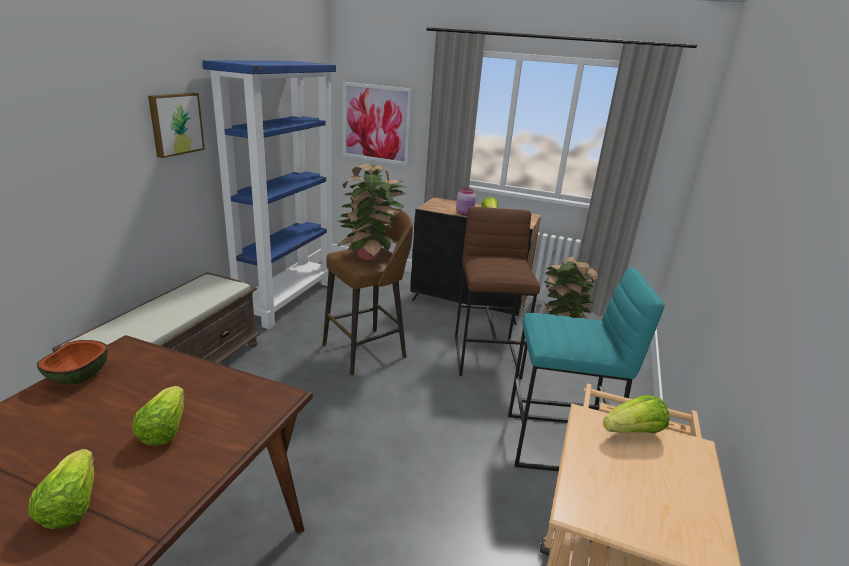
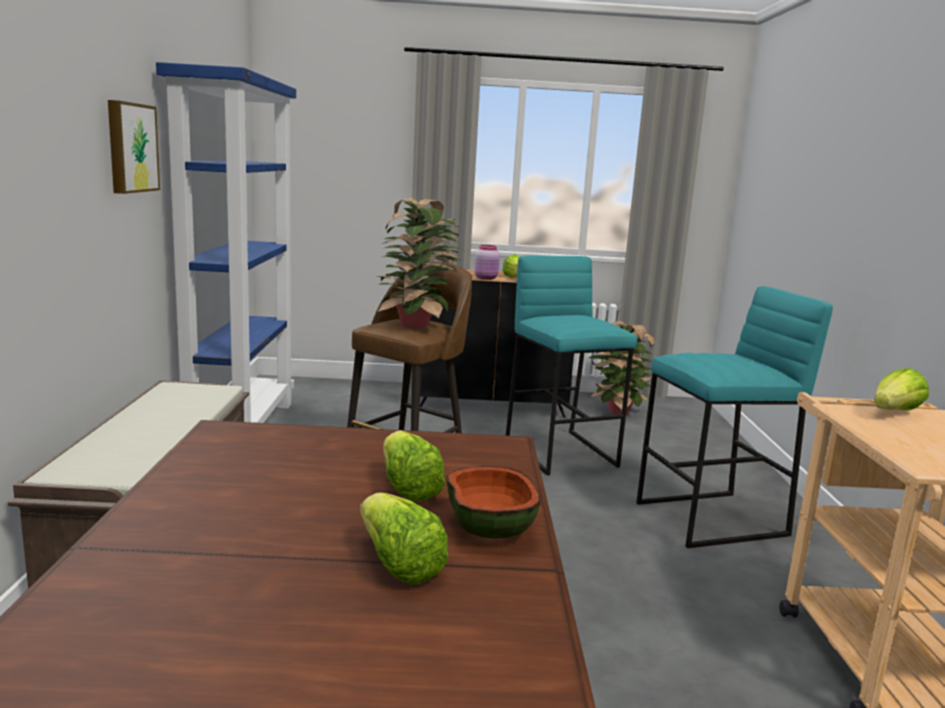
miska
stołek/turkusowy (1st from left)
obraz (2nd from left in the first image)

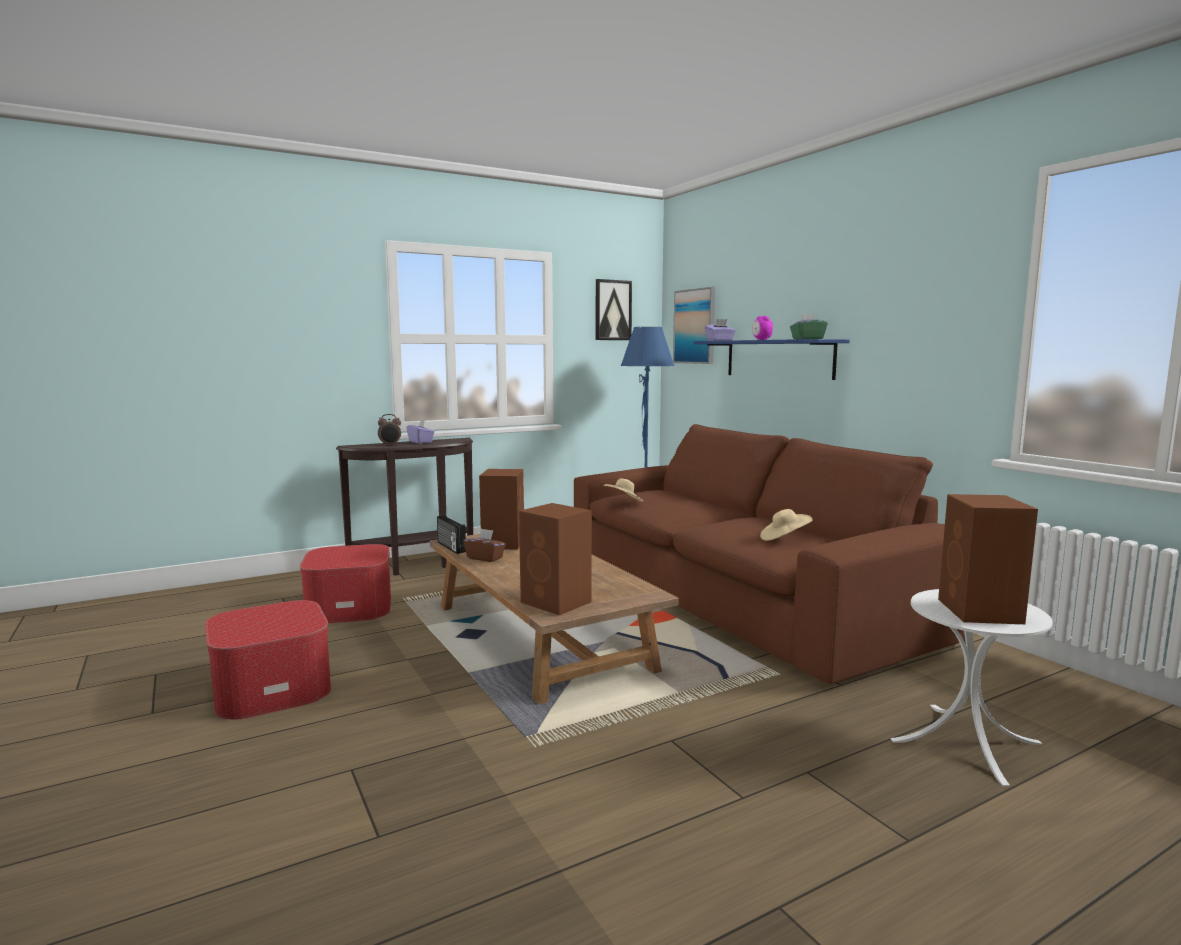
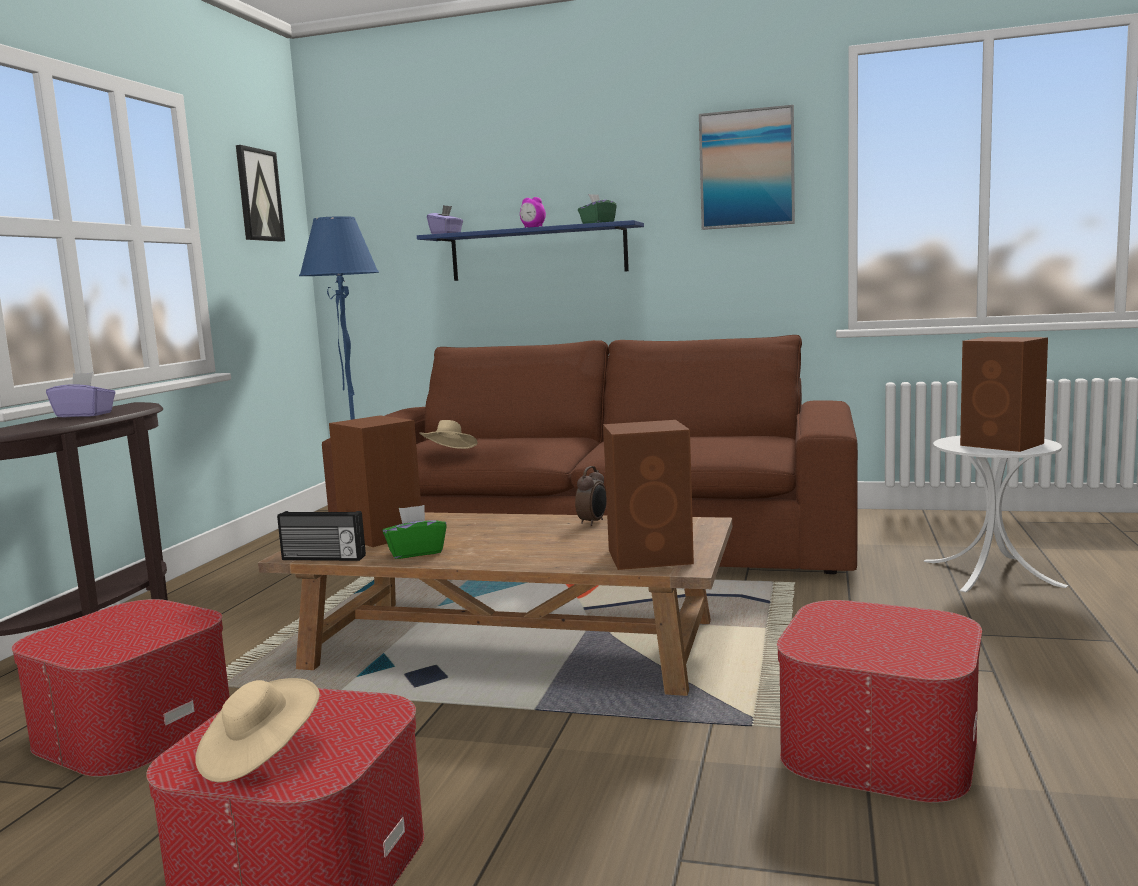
kapelusz/beżowy (1st from left)
pudełko chusteczek/zielony (1st from left)
budzik (2nd from left)
obraz (2nd from left)
pufa (3rd from left)

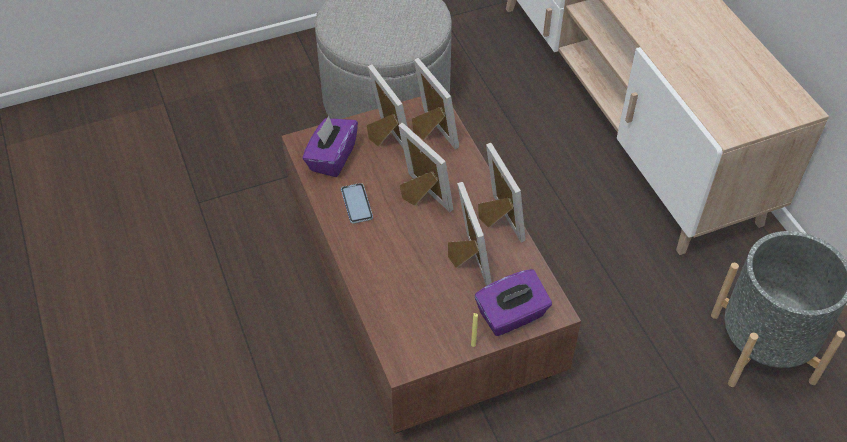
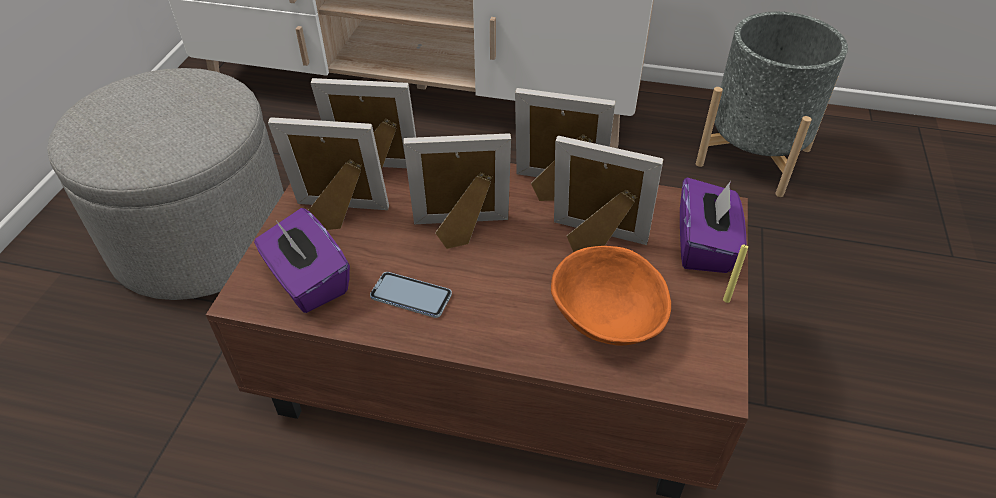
miska/pomarańczowy

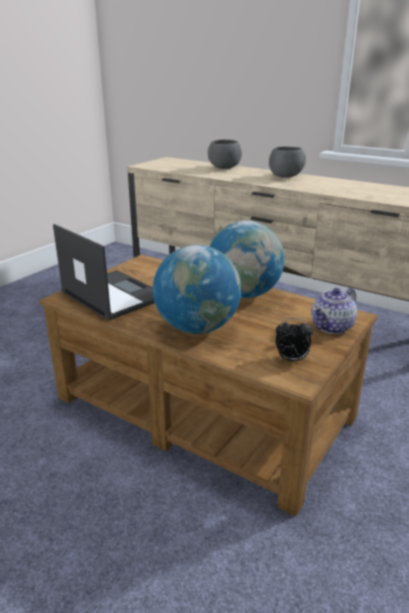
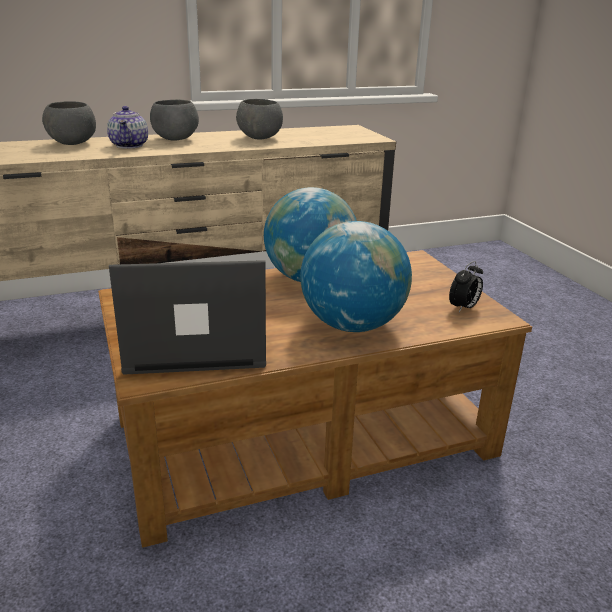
imbryk
miska/szary (3rd from left)

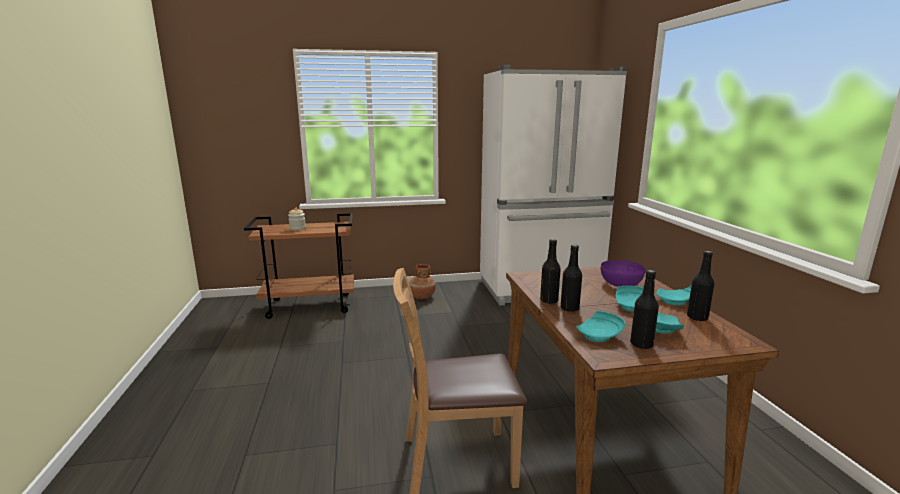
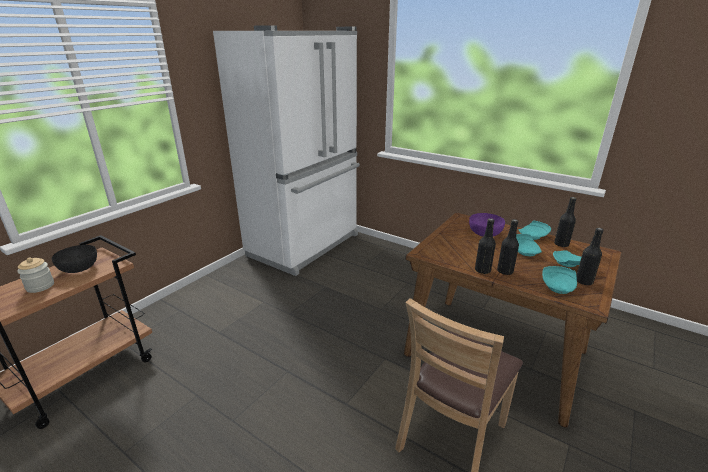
miska/czarny
wazon/brązowy

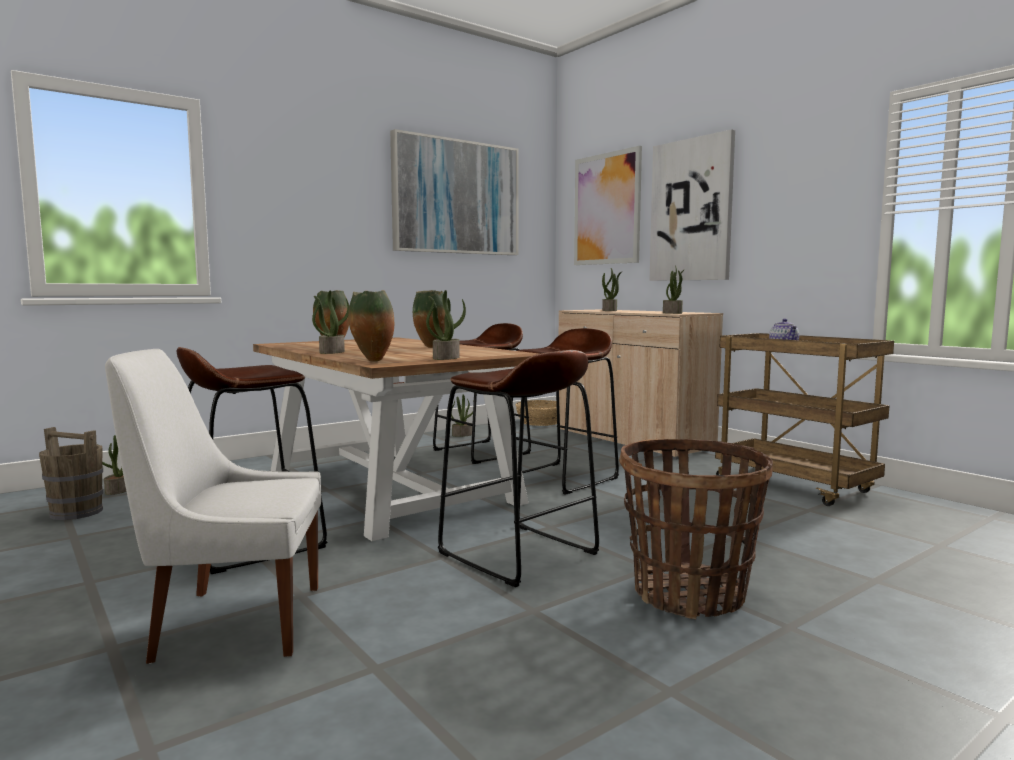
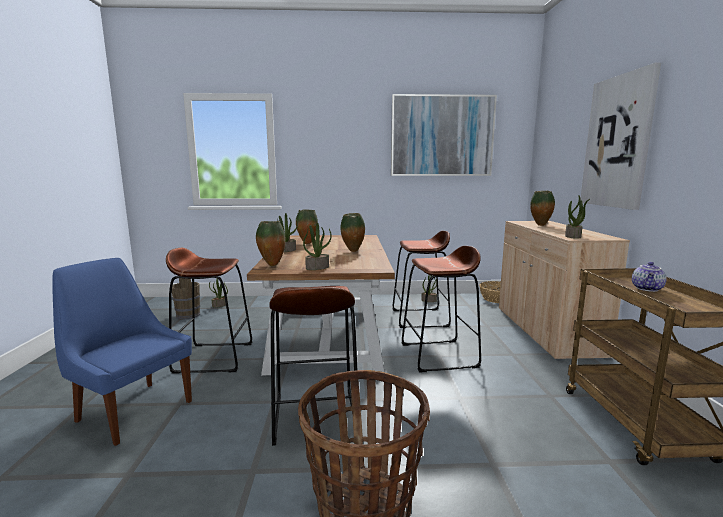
krzesło/niebieski
wazon (4th from left)
obraz (2nd from left in the first image)

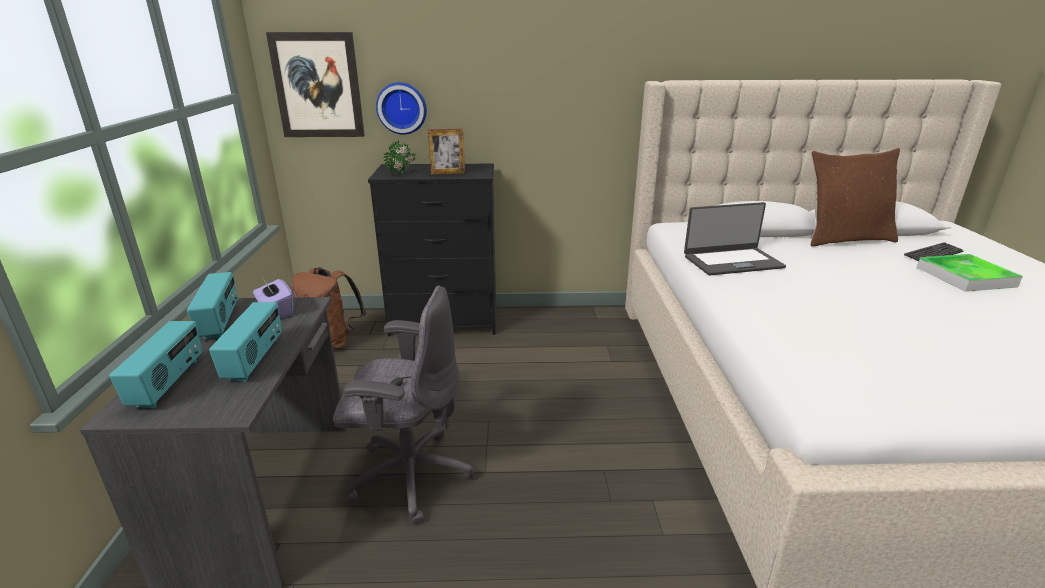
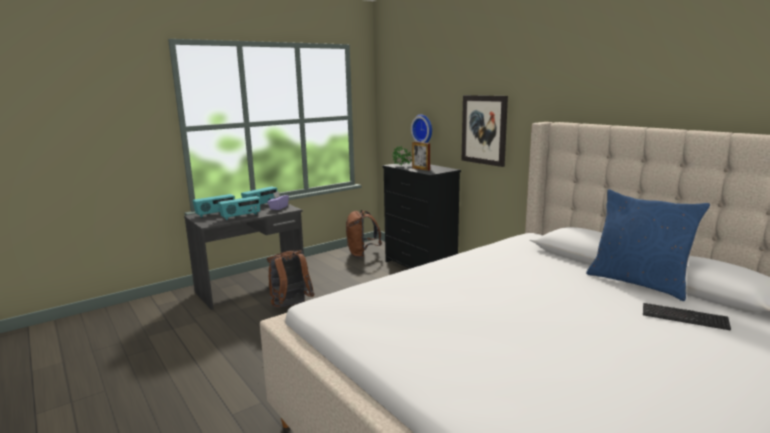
plecak/brązowy (1st from left)
obraz
poduszka/niebieski
laptop
taca

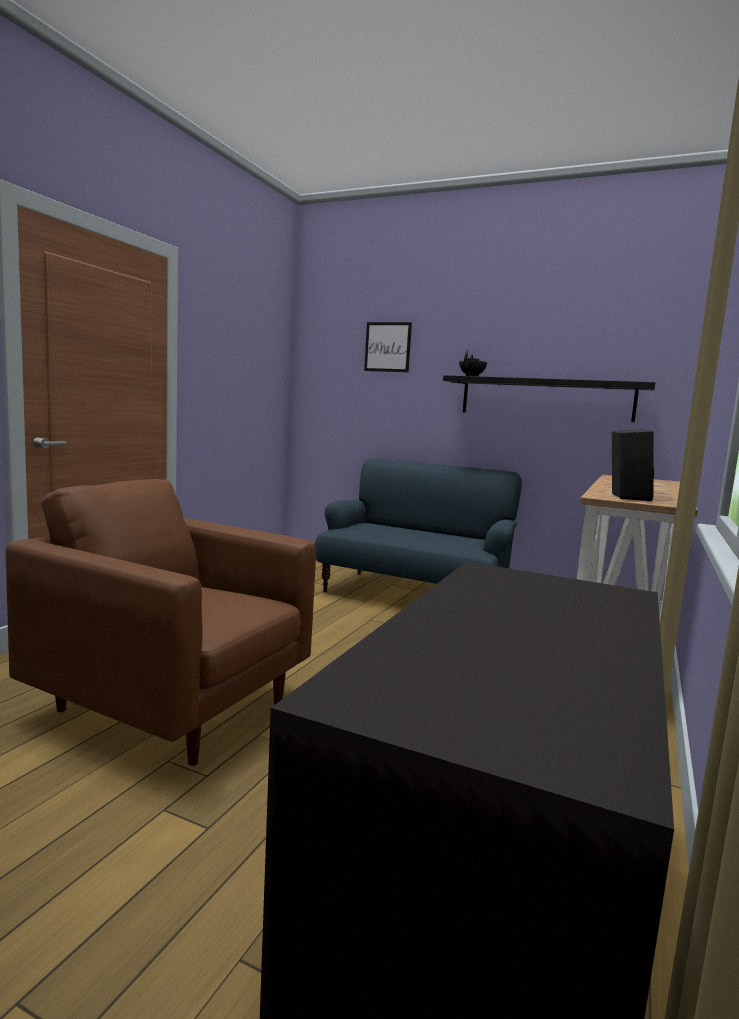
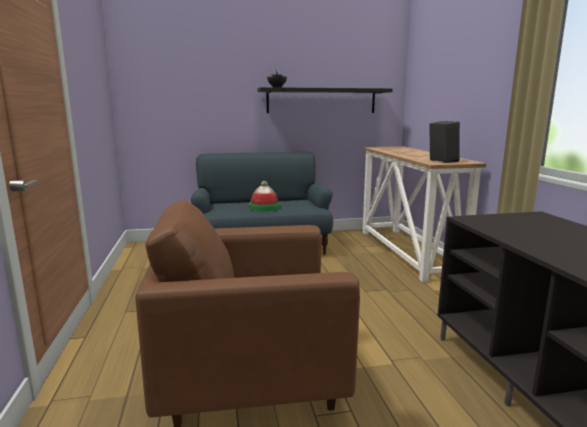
kapelusz
obraz

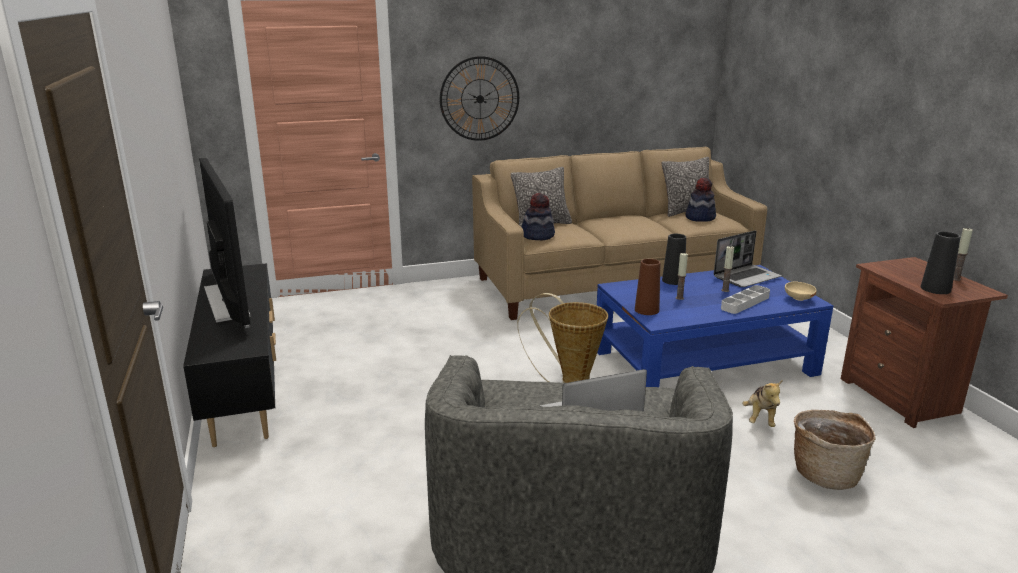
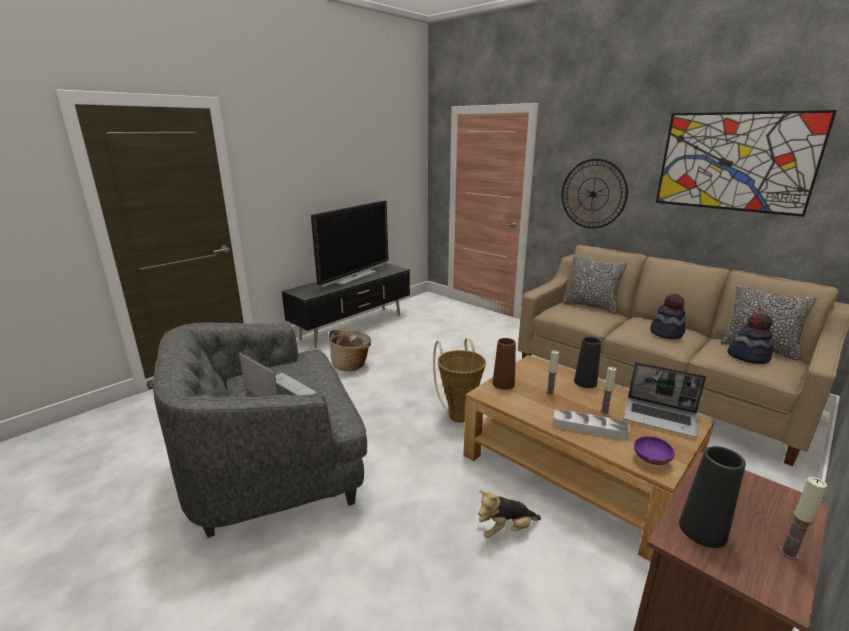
koszyk (1st from left)
ława/brązowy
miska/fioletowy
kapelusz (1st from left)
obraz

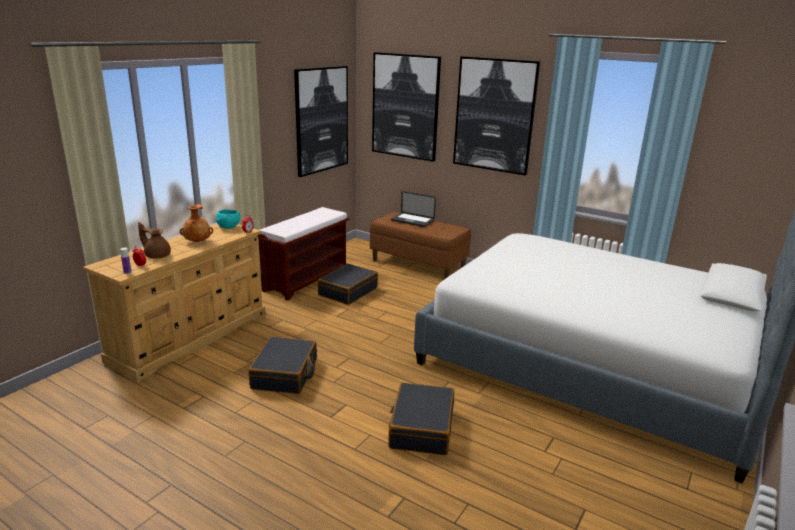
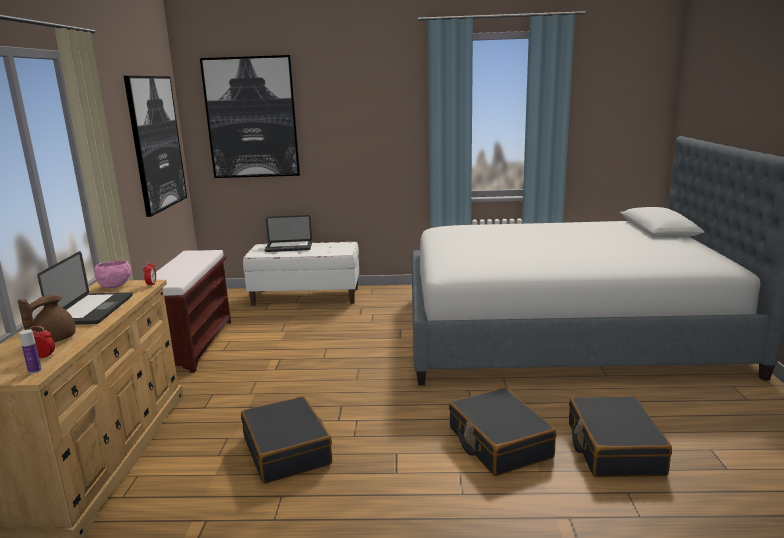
imbryk/brązowy
laptop (1st from left)
miska/różowy
ławka/biały
walizka/czarny (3rd from left)
obraz (3rd from left in the first image)

